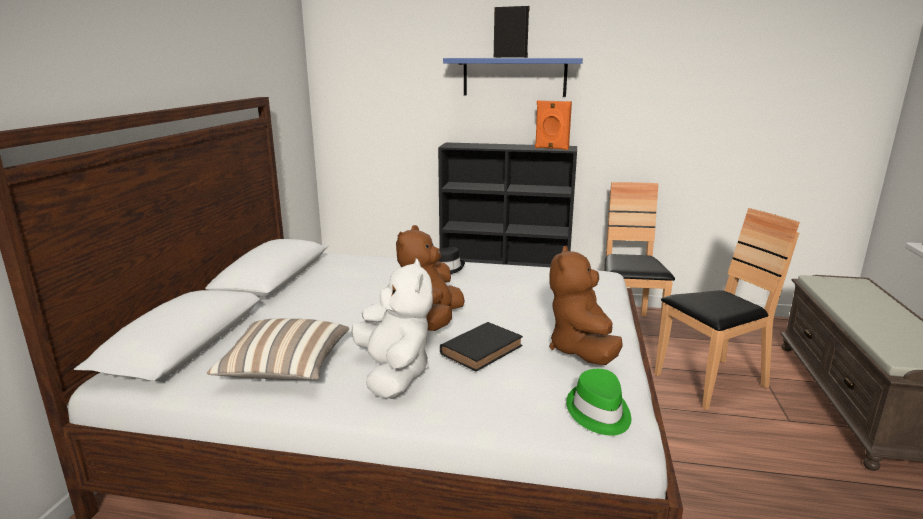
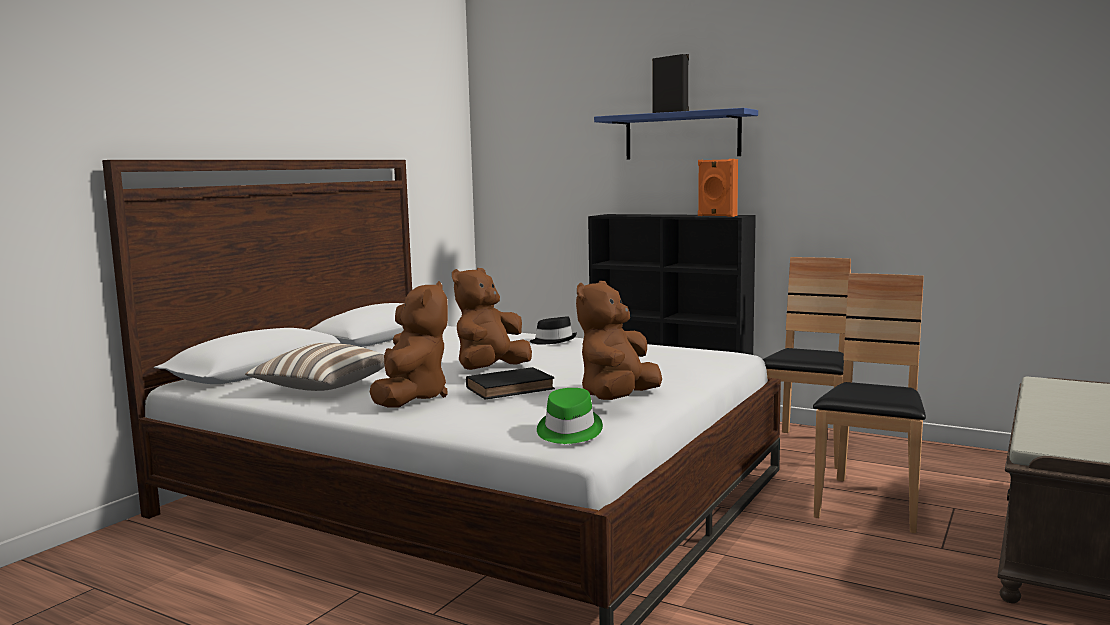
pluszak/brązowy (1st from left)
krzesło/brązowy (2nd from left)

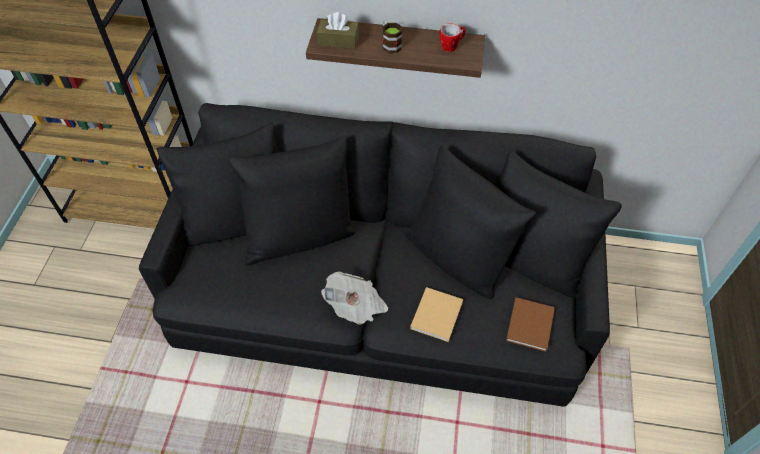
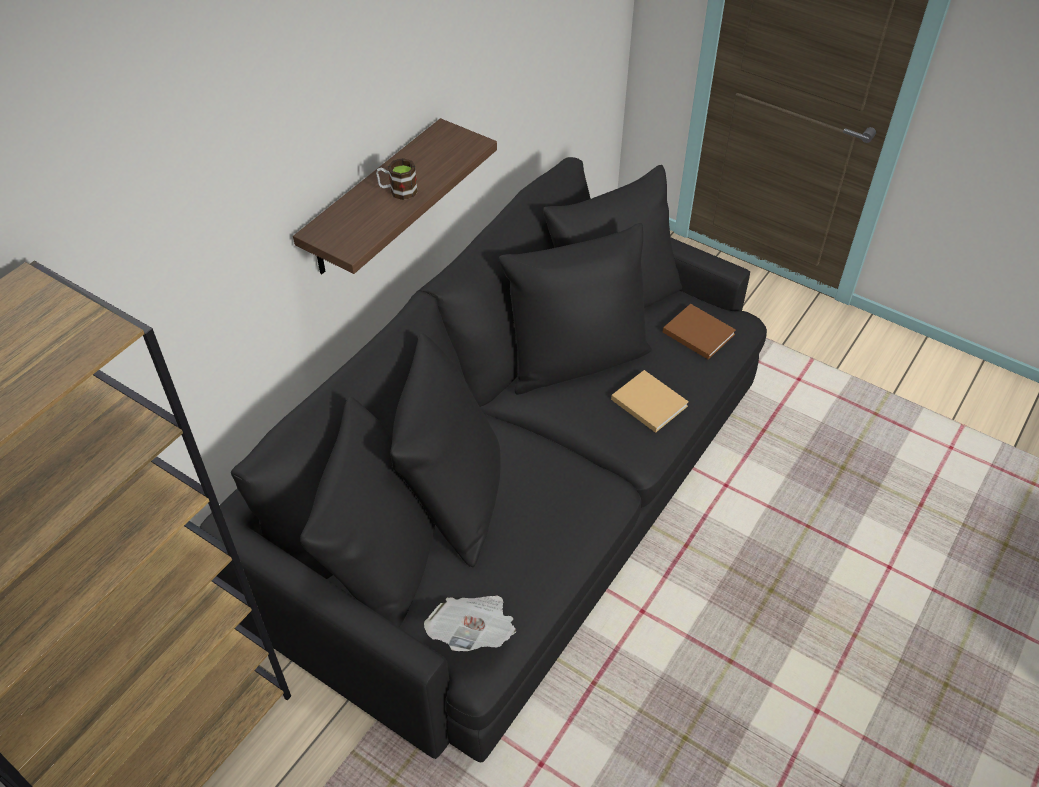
gazeta
pudełko chusteczek/brązowy
kubek (2nd from left in the first image)

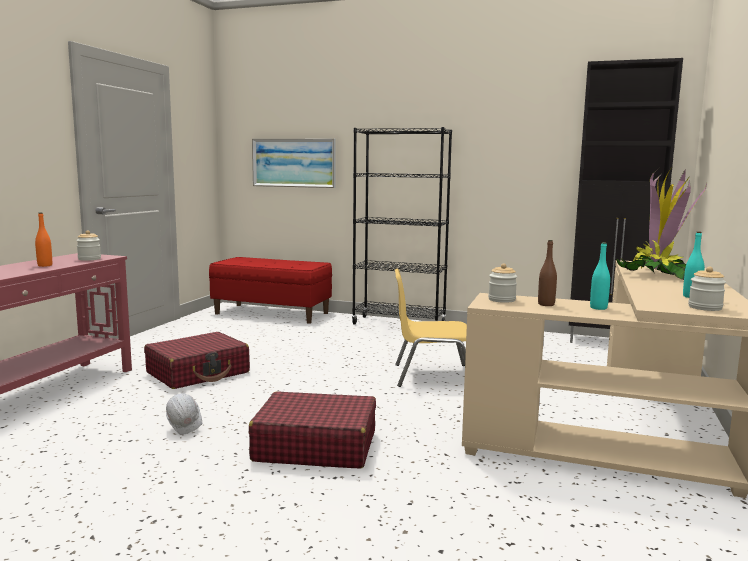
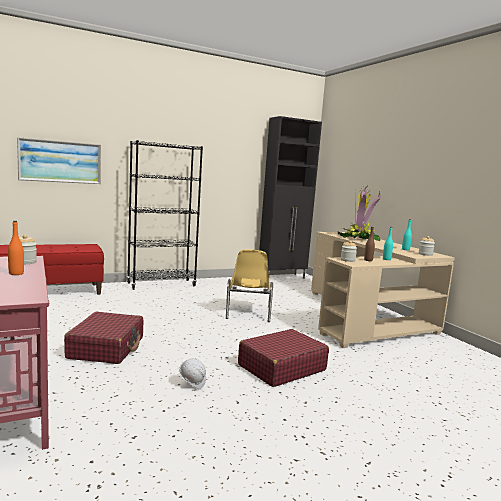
krzesło/żółty

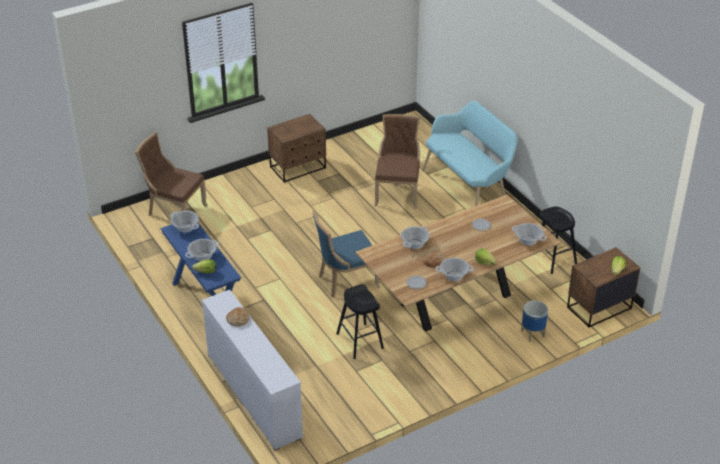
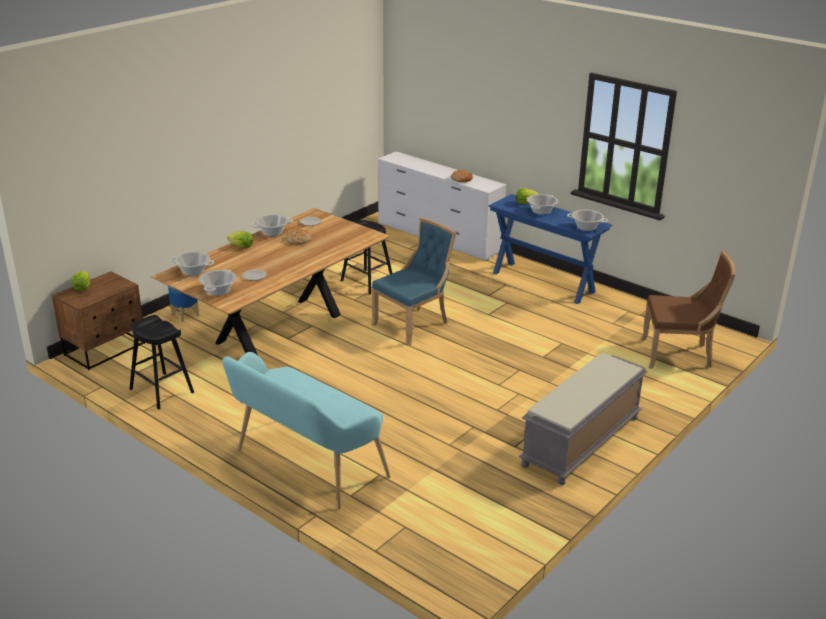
garnek (2nd from left)
ławka/szary
krzesło/brązowy (2nd from left in the first image)

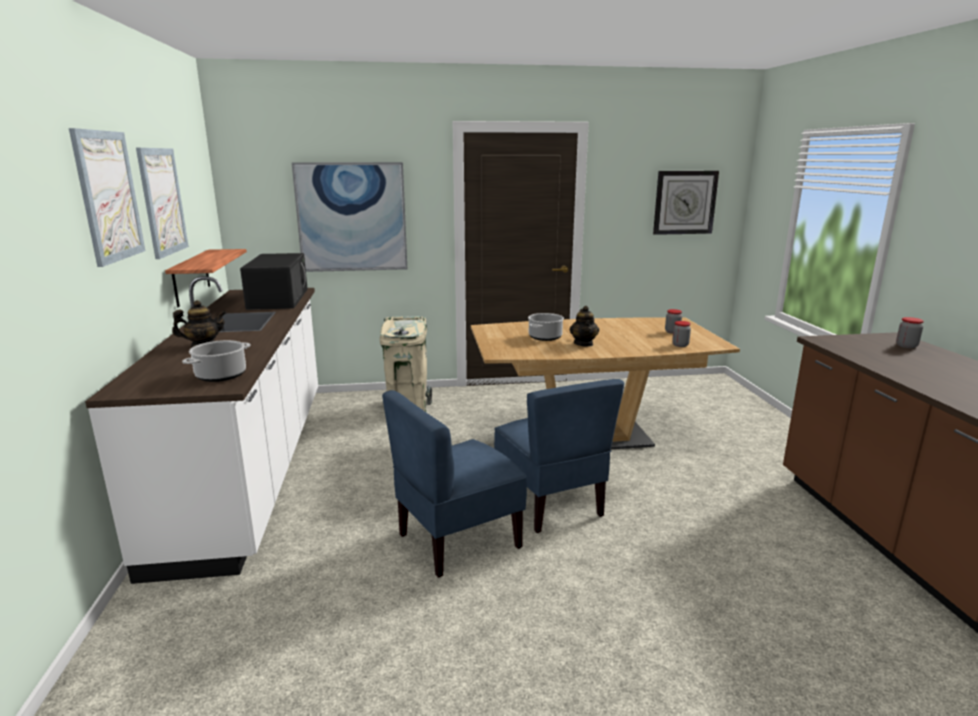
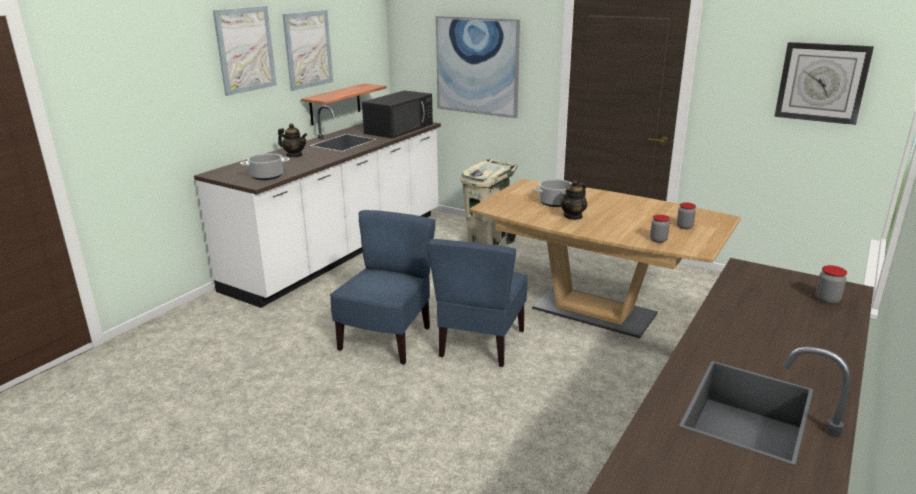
krzesło/niebieski (1st from left)

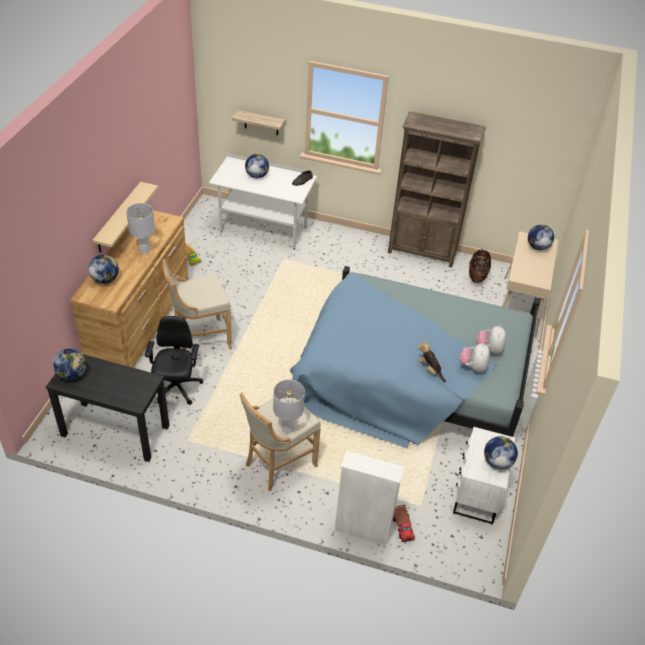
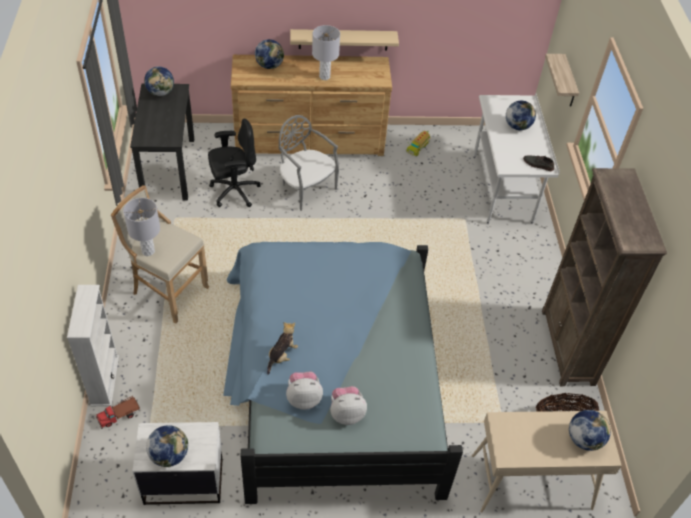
krzesło/szary

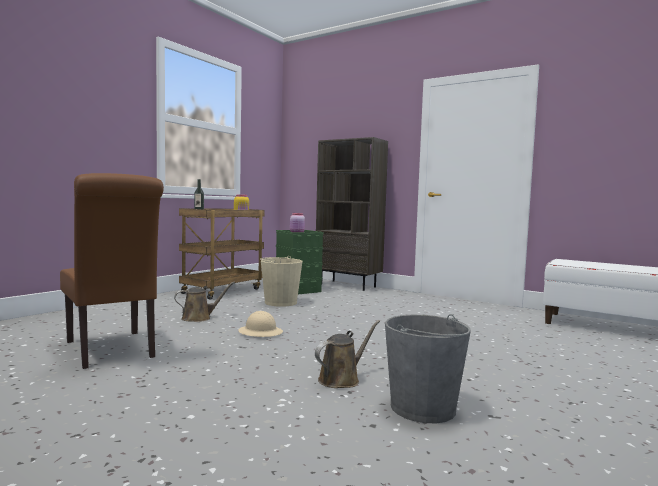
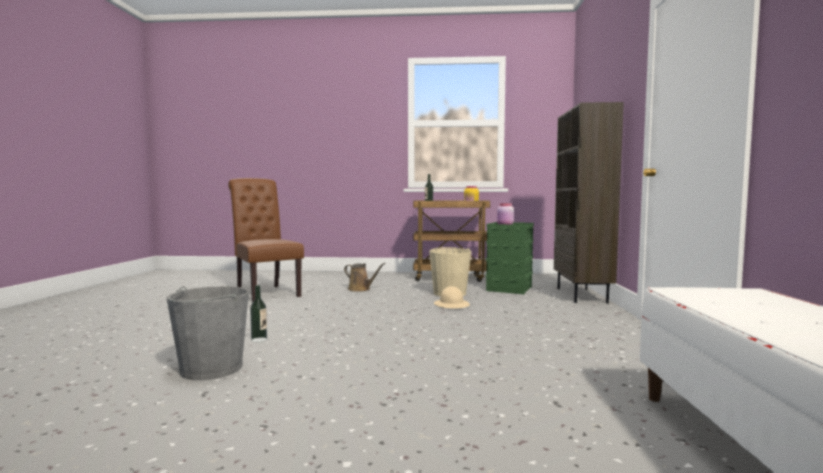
krzesło/brązowy
butelka (1st from left)
kask/beżowy

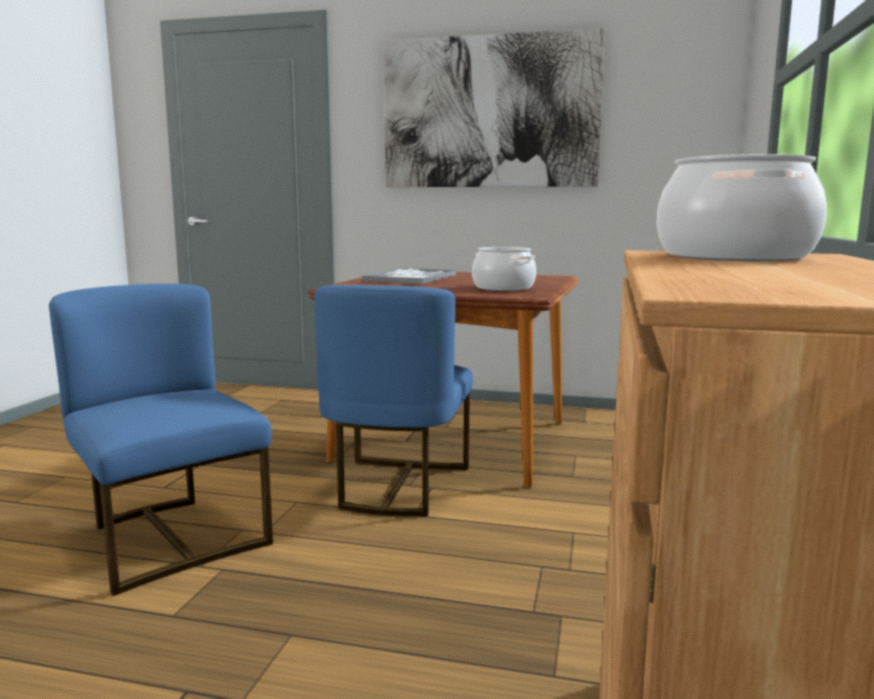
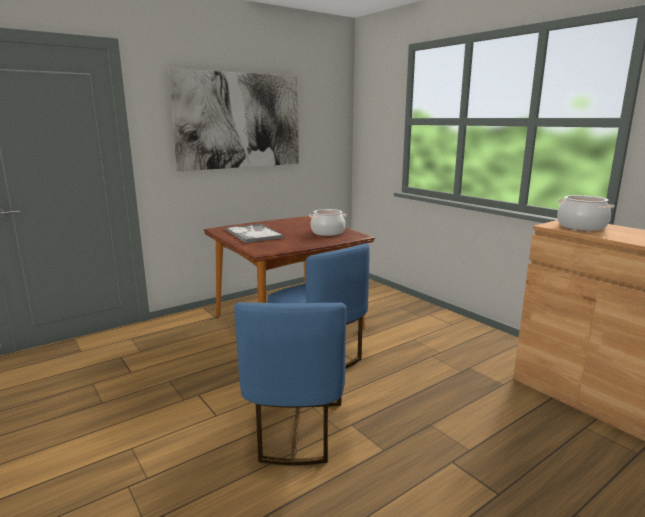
krzesło/niebieski (1st from left)

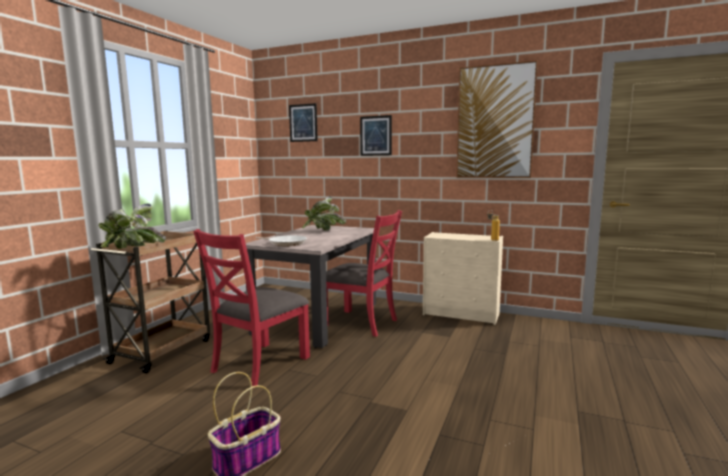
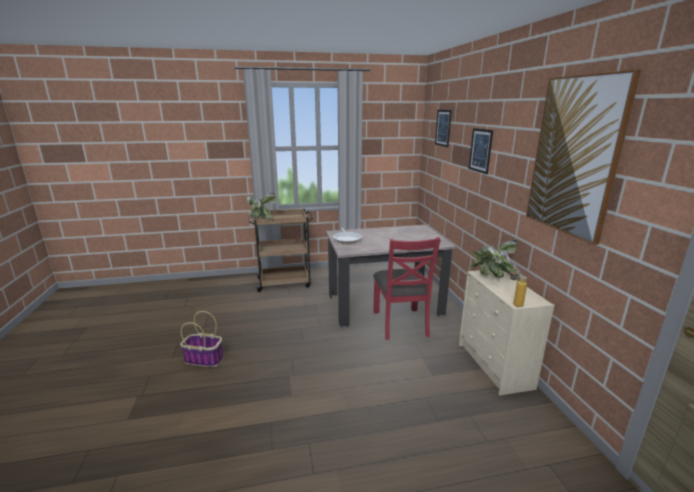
roślina doniczkowa (2nd from left)
krzesło/czerwony (1st from left in the first image)

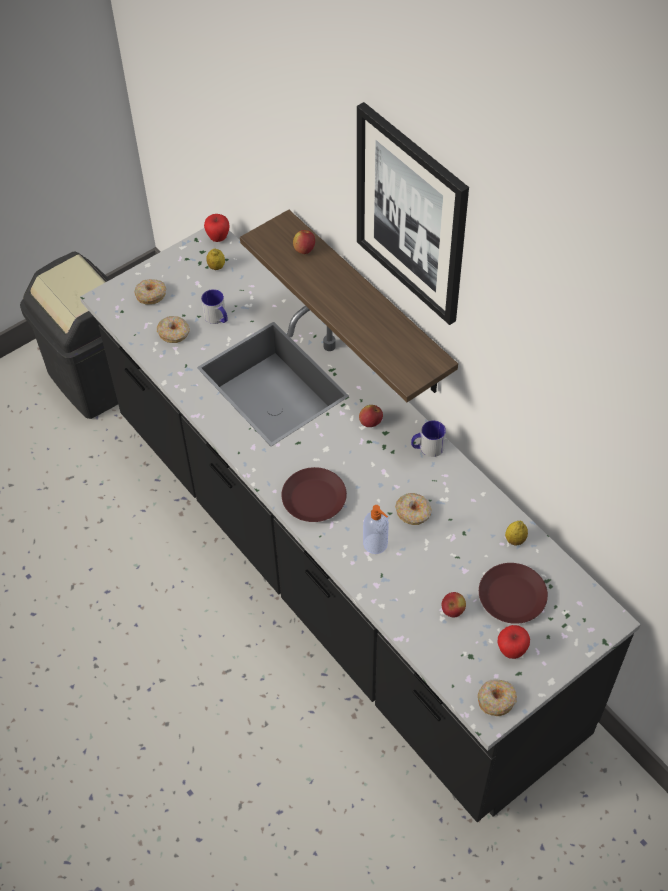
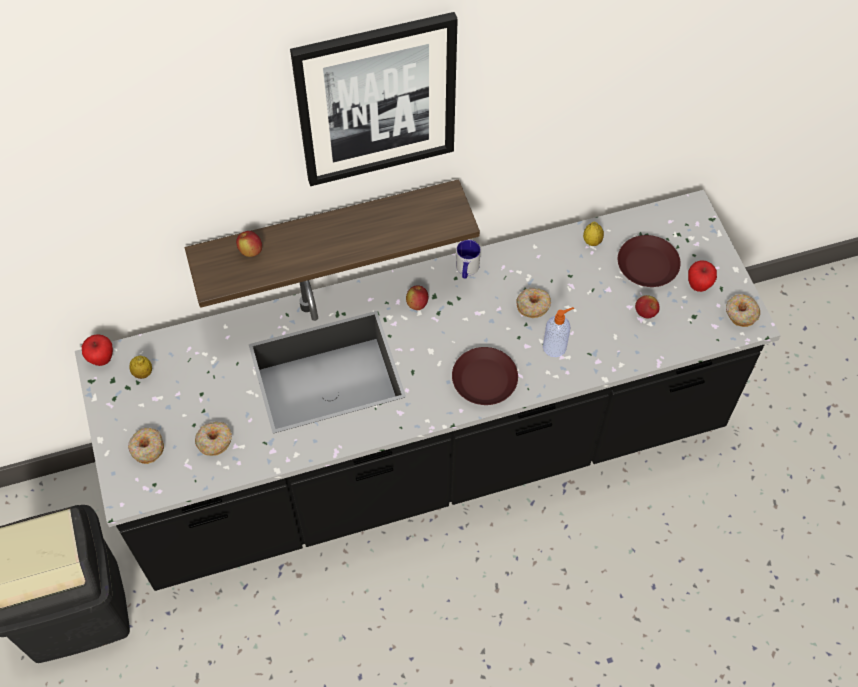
kubek (1st from left in the first image)

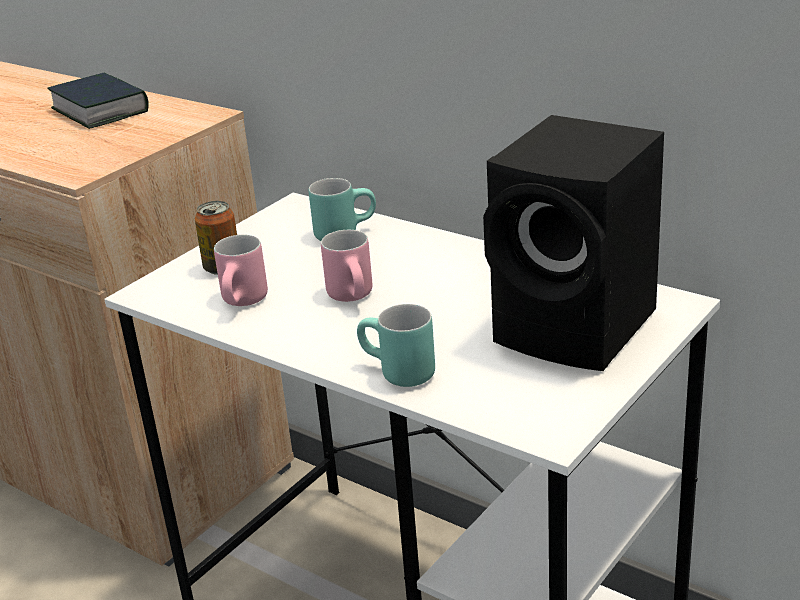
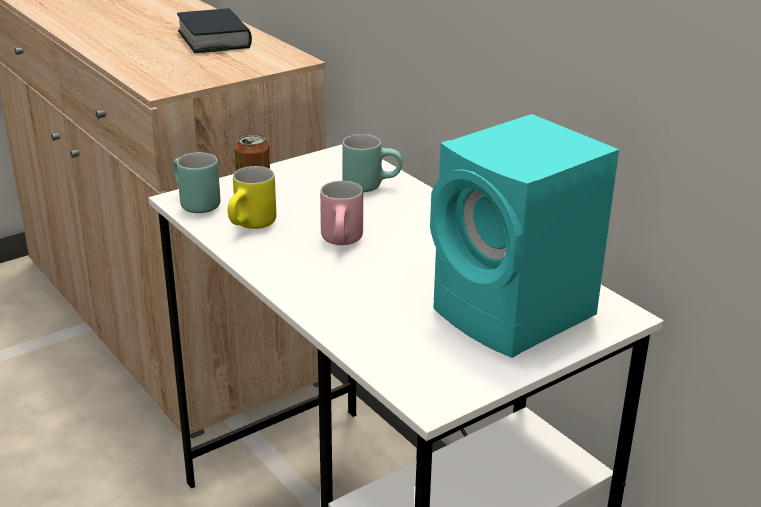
kubek/turkusowy (1st from left)
kubek/żółty
głośnik/turkusowy

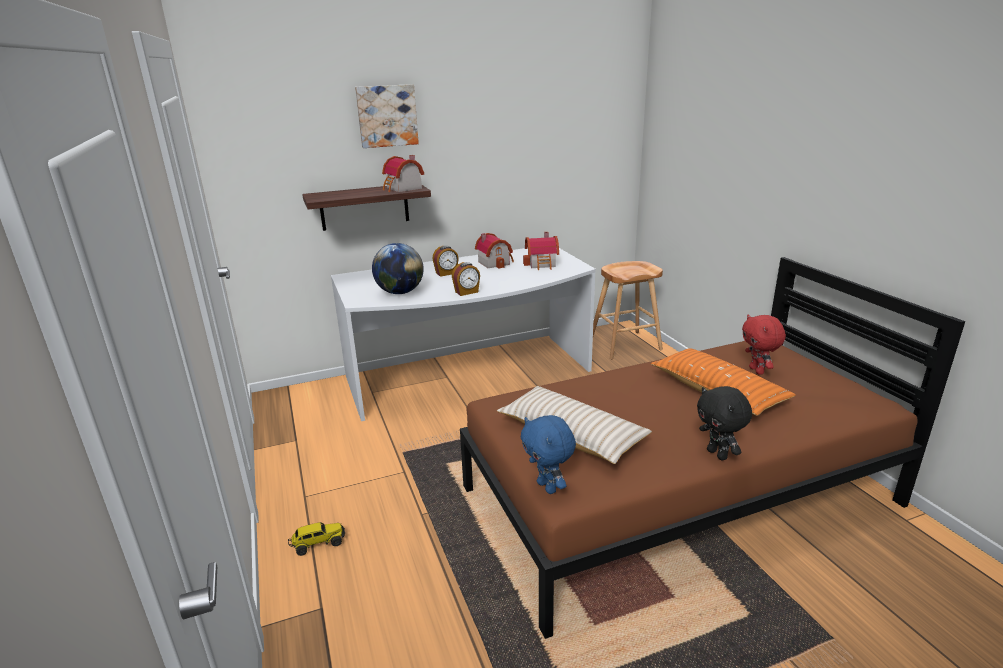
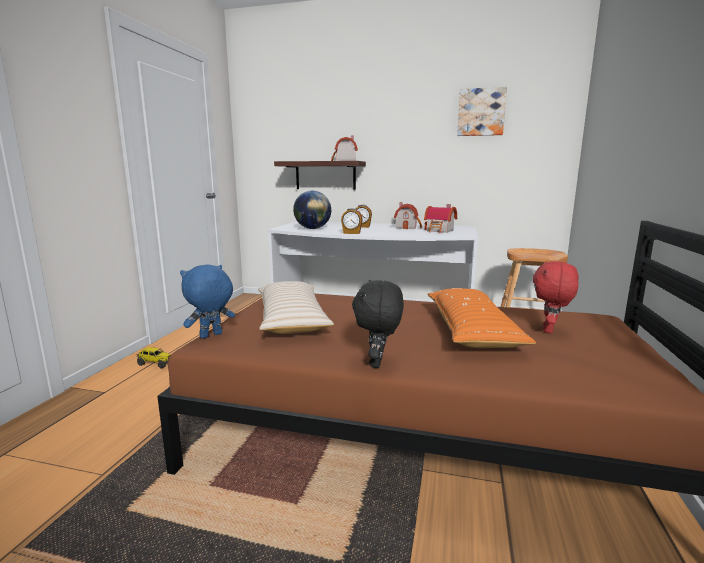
pluszak/niebieski
obraz

